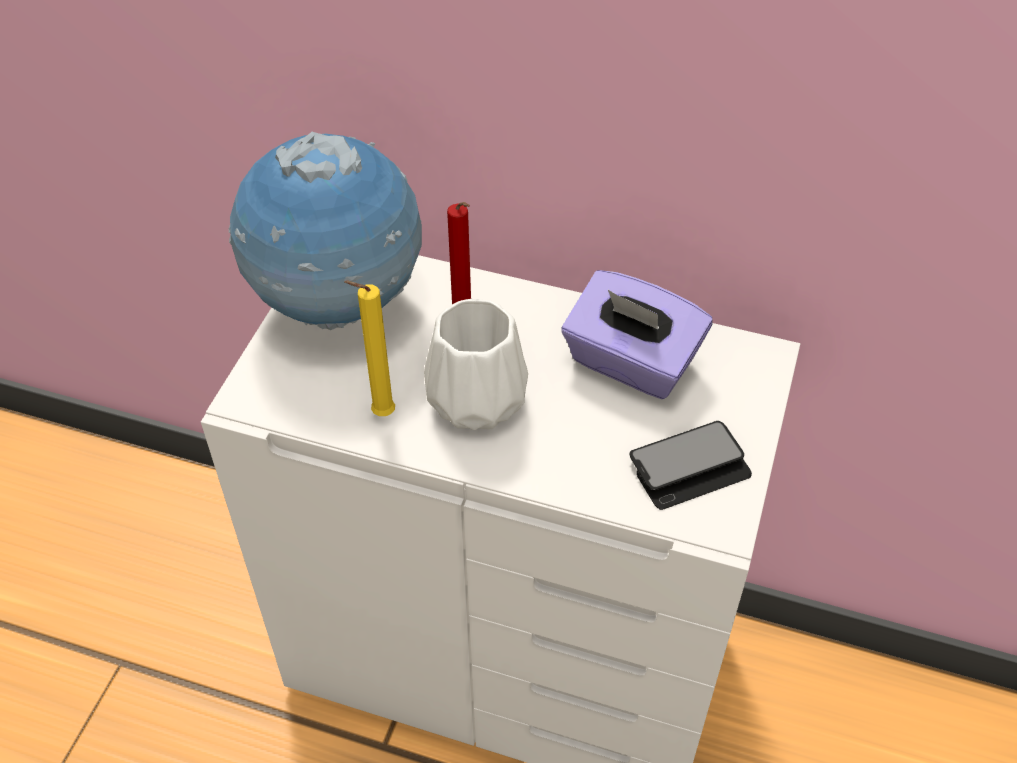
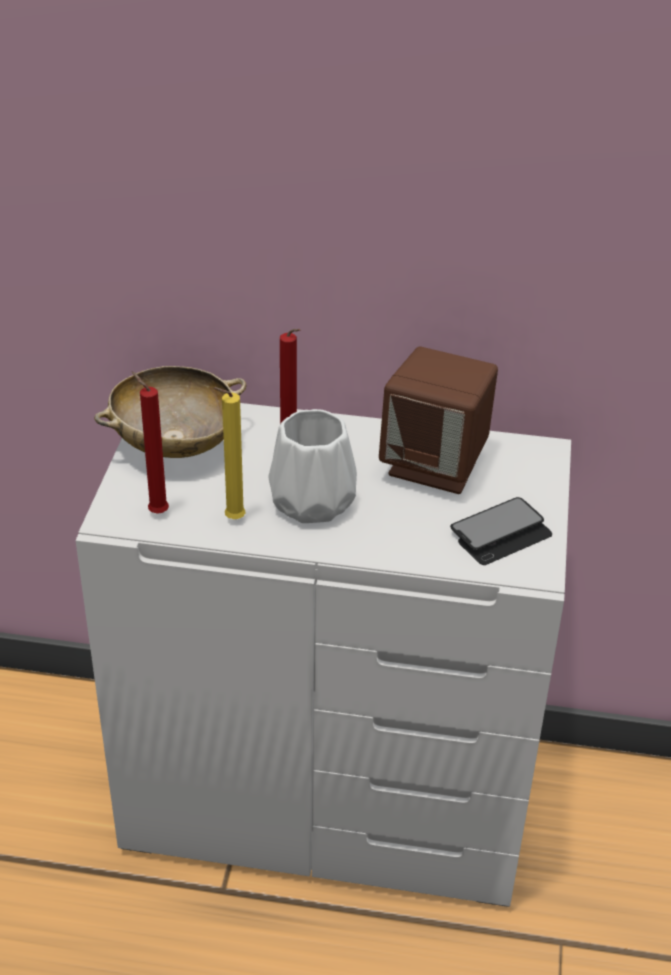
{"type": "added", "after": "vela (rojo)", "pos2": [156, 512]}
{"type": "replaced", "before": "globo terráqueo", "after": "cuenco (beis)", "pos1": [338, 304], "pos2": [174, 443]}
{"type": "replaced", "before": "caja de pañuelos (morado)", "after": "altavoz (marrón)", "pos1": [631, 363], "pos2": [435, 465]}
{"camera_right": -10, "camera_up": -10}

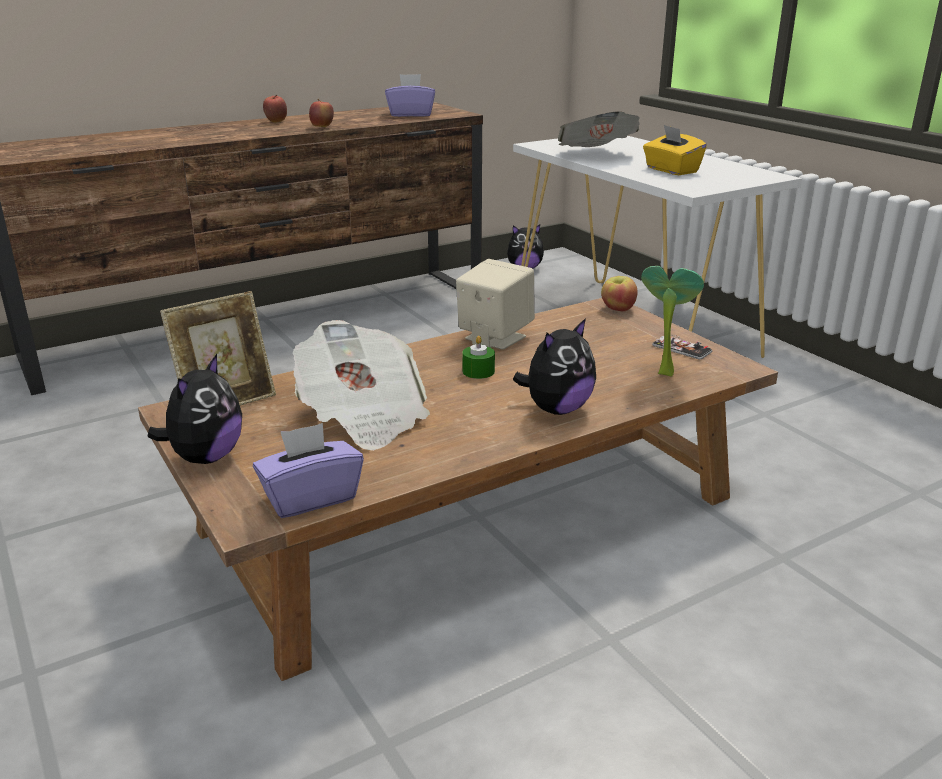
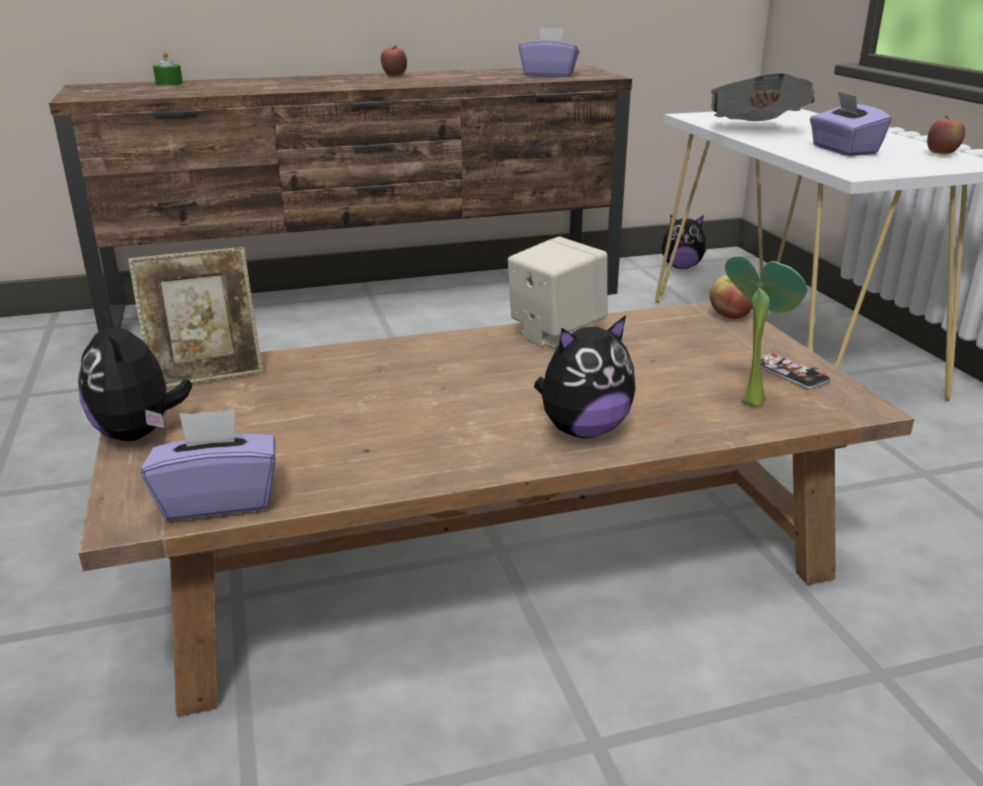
{"type": "removed", "before": "periódico", "pos1": [363, 416]}
{"type": "moved", "before": "manzana", "pos1": [322, 127], "pos2": [941, 154]}
{"type": "moved", "before": "vela (verde)", "pos1": [478, 371], "pos2": [169, 83]}
{"type": "recoloured", "before": "caja de pañuelos (amarillo)", "after": "caja de pañuelos (morado)", "pos1": [671, 170], "pos2": [843, 150]}
{"type": "turned", "before": "peluche", "pos1": [205, 457], "pos2": [139, 434], "turn": 120}
{"camera_right": 15, "camera_up": 0}

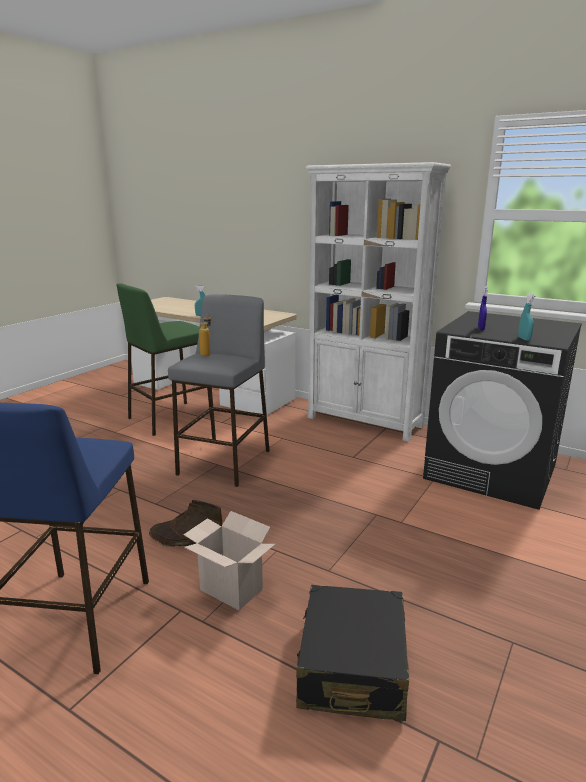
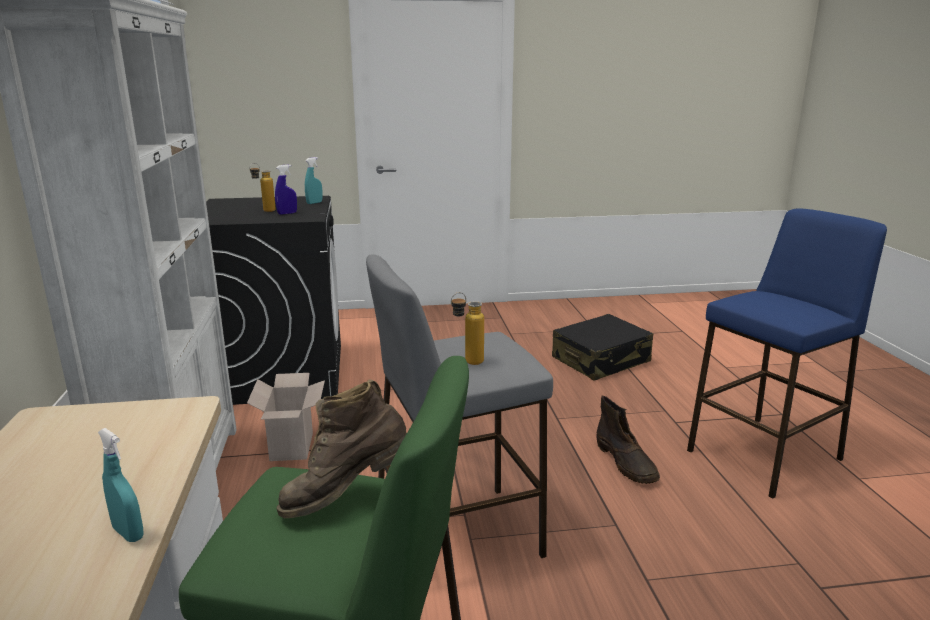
{"type": "added", "after": "botella", "pos2": [264, 211]}
{"type": "added", "after": "bota (marrón)", "pos2": [346, 498]}
{"type": "moved", "before": "caja de cartón", "pos1": [229, 590], "pos2": [293, 447]}
{"camera_right": -130, "camera_up": 0}

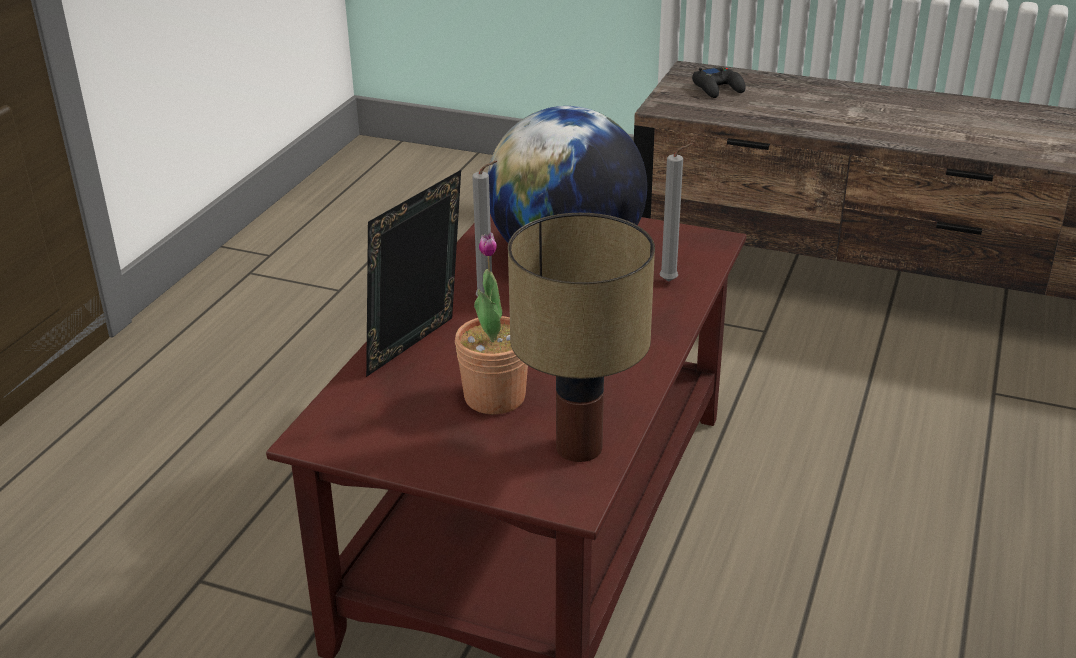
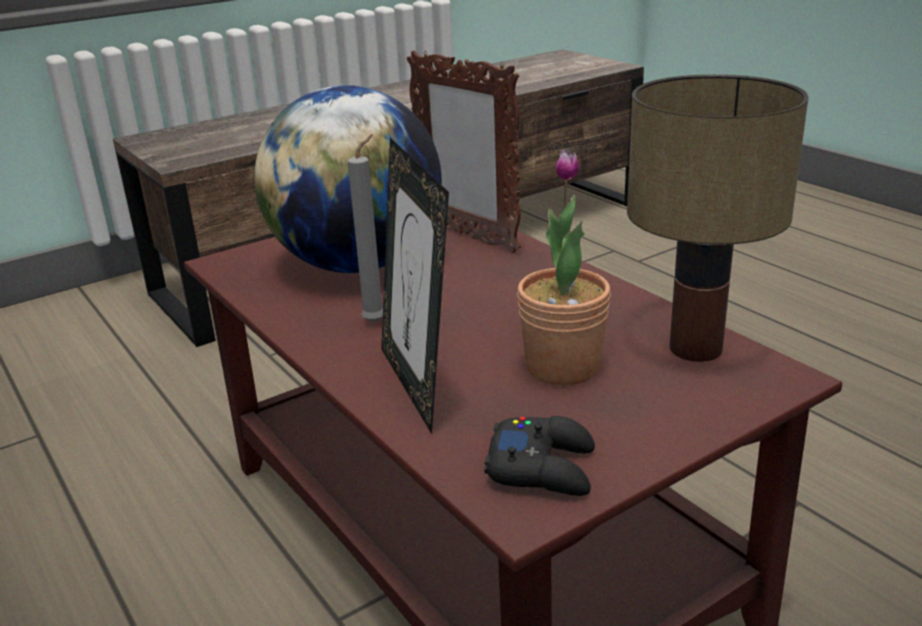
{"type": "moved", "before": "mando de consola (negro)", "pos1": [718, 88], "pos2": [542, 467]}
{"type": "replaced", "before": "vela (gris)", "after": "portarretratos", "pos1": [671, 281], "pos2": [467, 235]}
{"camera_right": -55, "camera_up": -5}

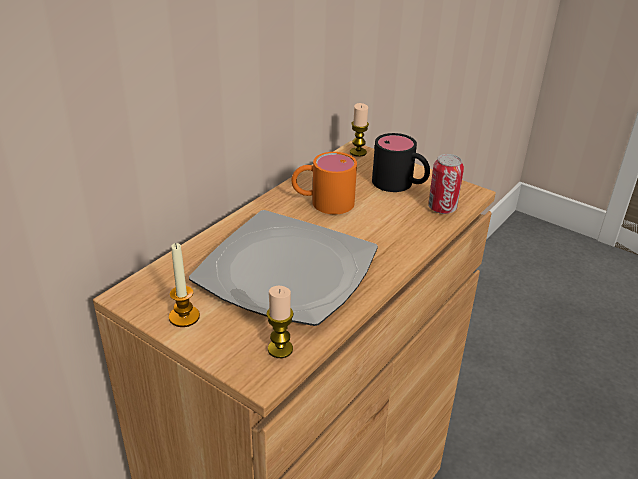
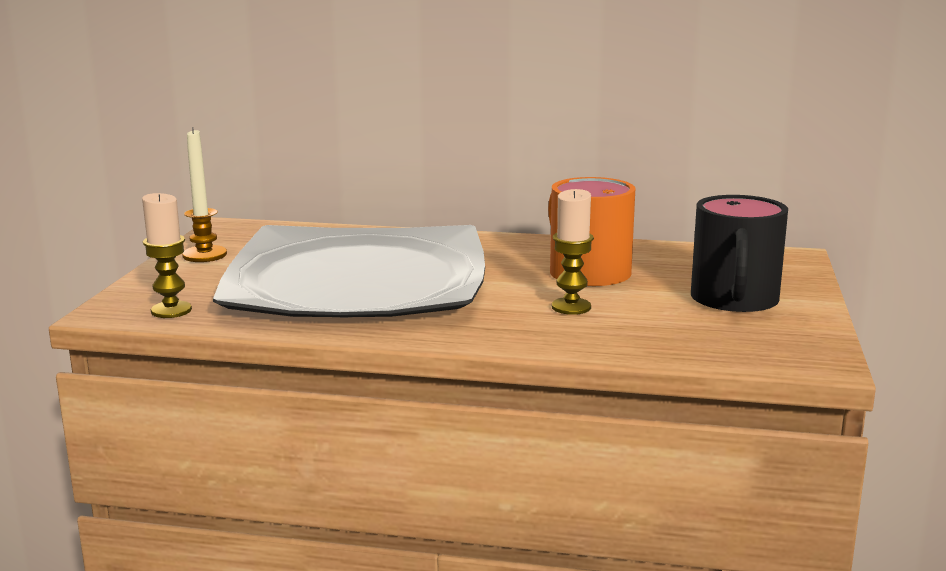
{"type": "removed", "before": "lata", "pos1": [442, 208]}
{"type": "moved", "before": "vela", "pos1": [358, 152], "pos2": [571, 307]}
{"camera_right": 65, "camera_up": -15}

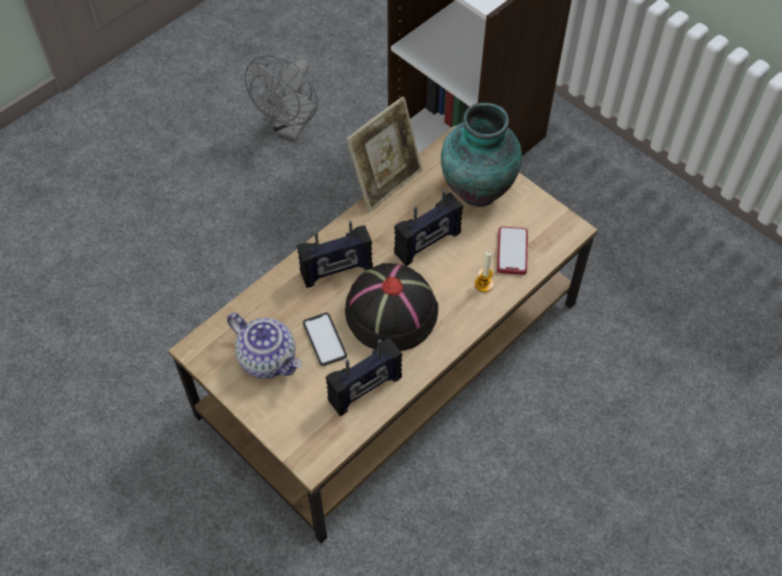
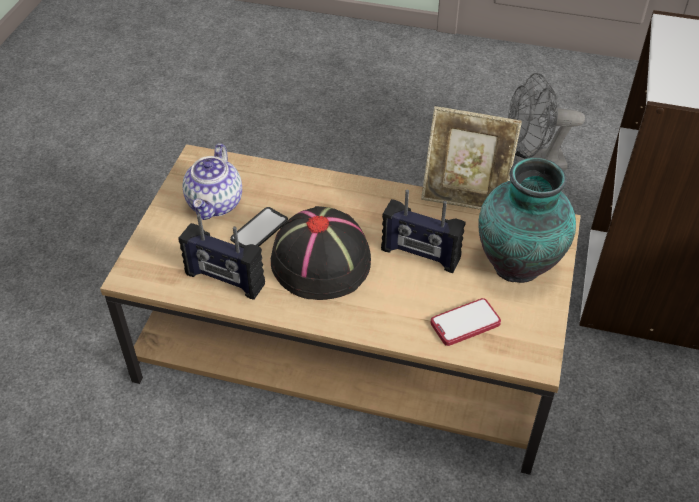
{"type": "removed", "before": "radio", "pos1": [336, 271]}
{"type": "removed", "before": "vela", "pos1": [484, 284]}
{"camera_right": 60, "camera_up": -10}

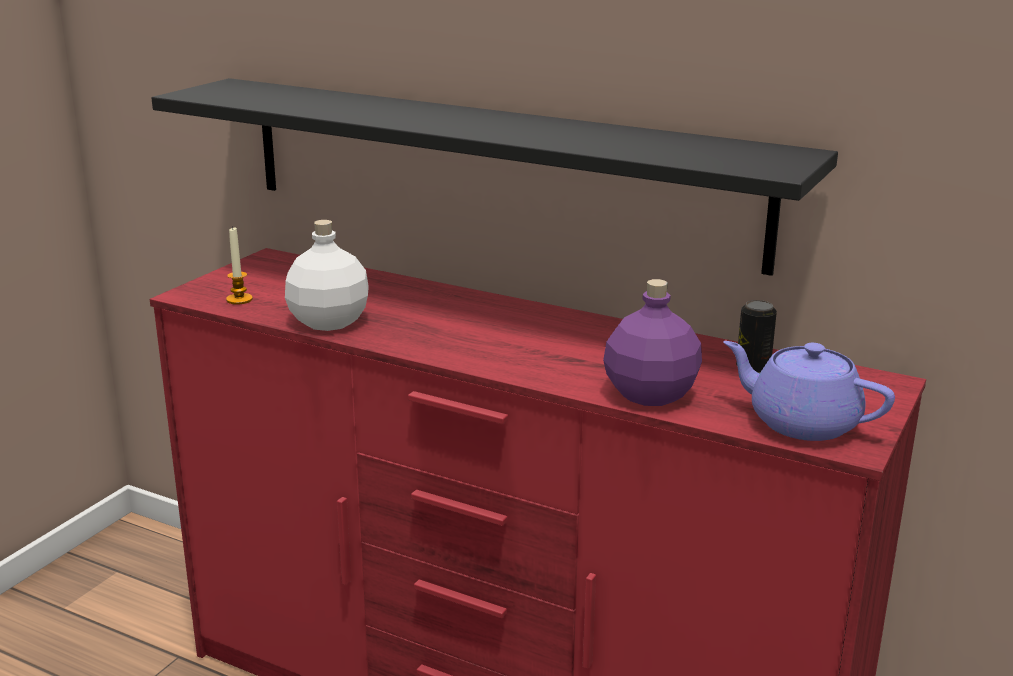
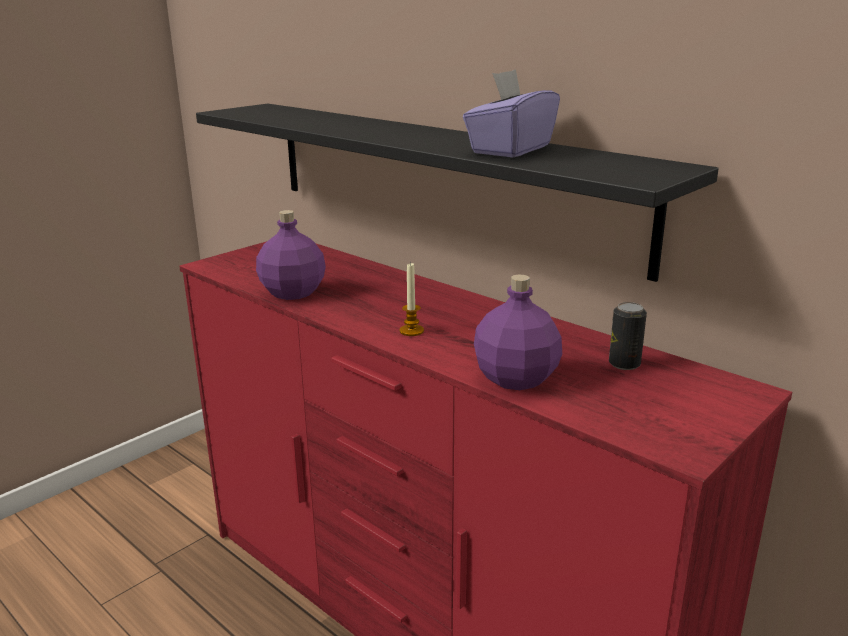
{"type": "removed", "before": "tetera (morado)", "pos1": [801, 422]}
{"type": "added", "after": "caja de pañuelos (morado)", "pos2": [510, 149]}
{"type": "moved", "before": "vela", "pos1": [239, 299], "pos2": [411, 331]}
{"type": "recoloured", "before": "botella (blanco)", "after": "botella (morado)", "pos1": [329, 321], "pos2": [293, 292]}
{"camera_right": 15, "camera_up": 0}

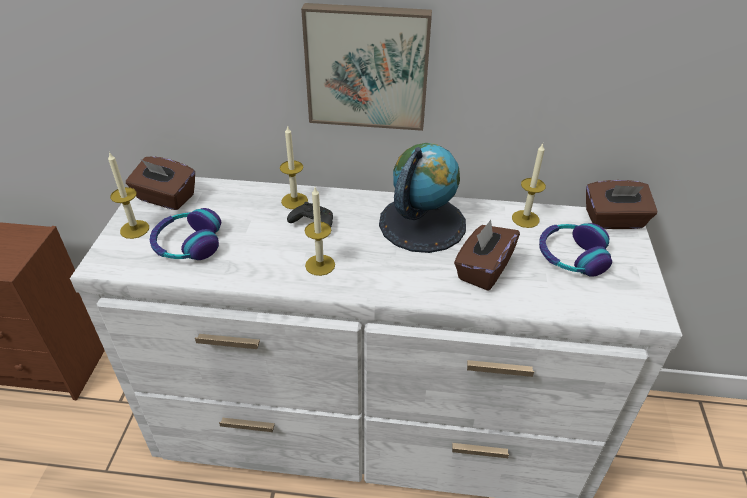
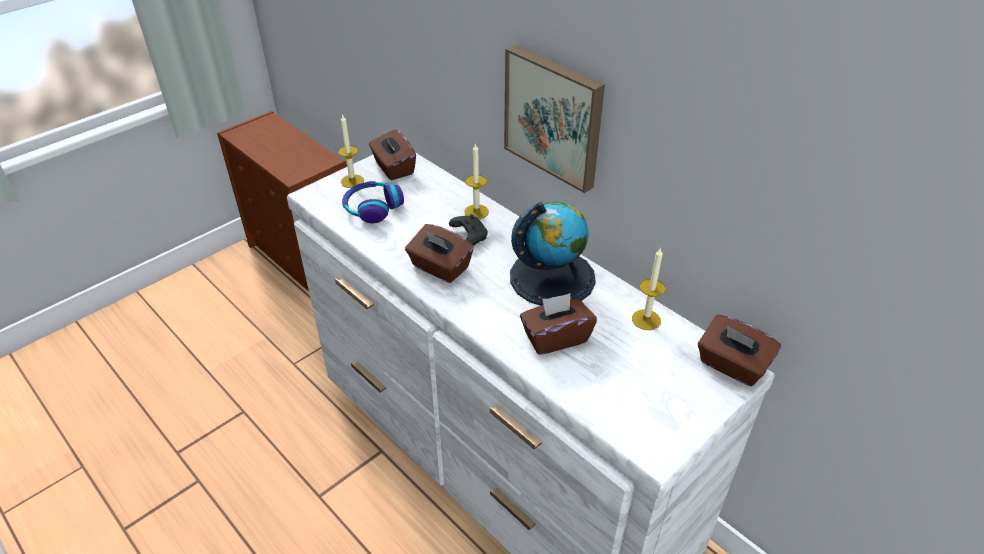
{"type": "removed", "before": "auriculares", "pos1": [571, 256]}
{"type": "replaced", "before": "vela", "after": "caja de pañuelos (marrón)", "pos1": [320, 265], "pos2": [440, 268]}
{"camera_right": 40, "camera_up": 0}

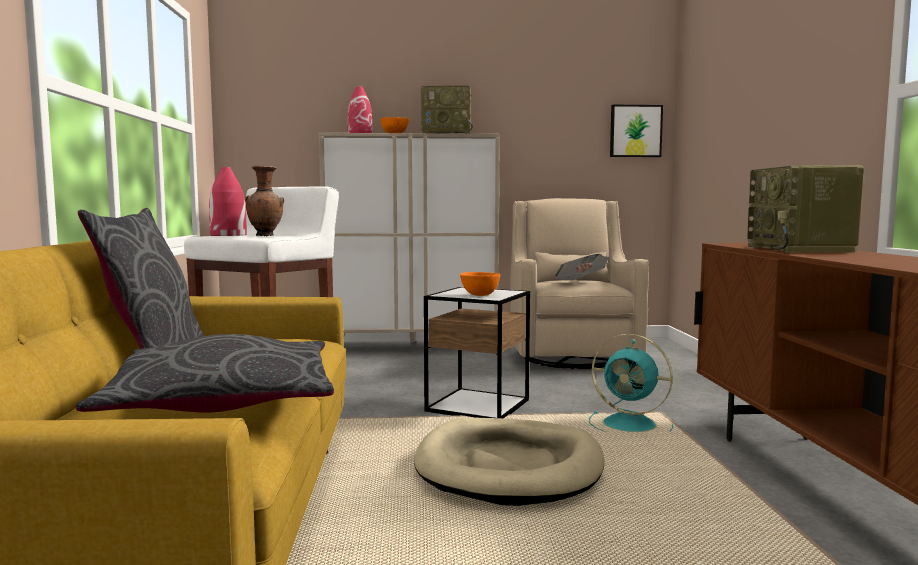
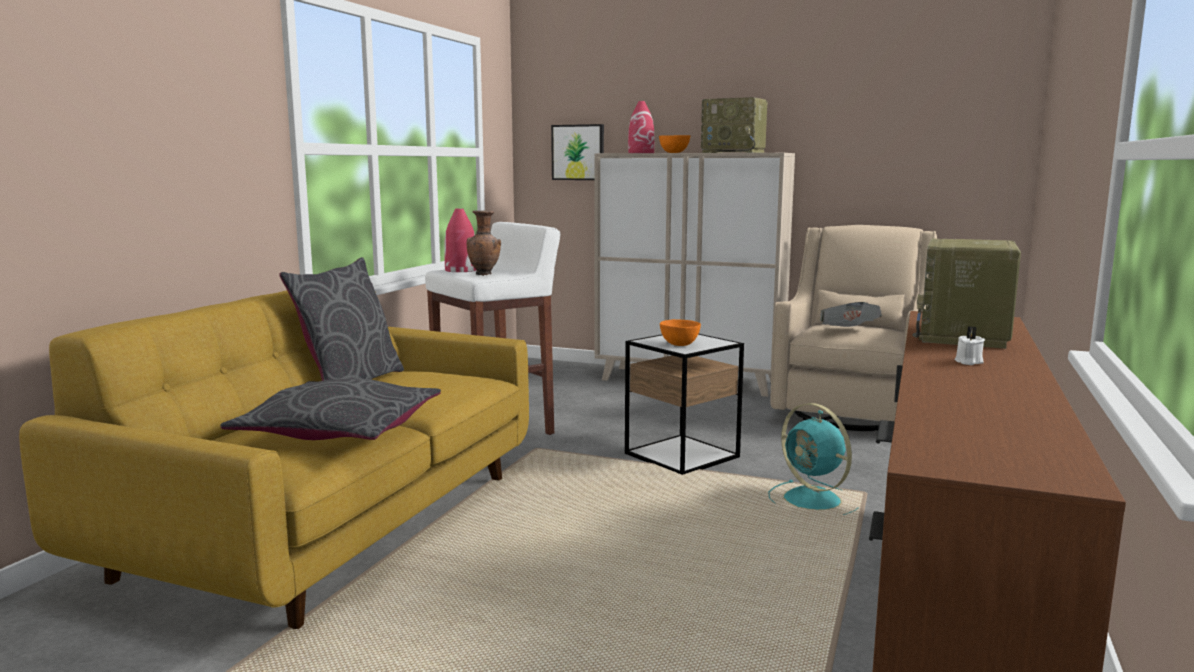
{"type": "removed", "before": "cama para perro (beis)", "pos1": [509, 467]}
{"type": "added", "after": "vela (blanco)", "pos2": [968, 362]}
{"type": "moved", "before": "cuadro", "pos1": [635, 131], "pos2": [578, 152]}
{"camera_right": 25, "camera_up": 5}

